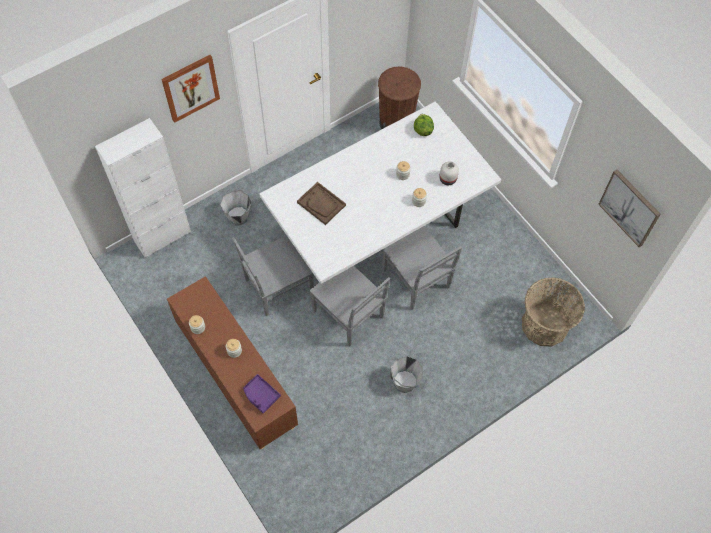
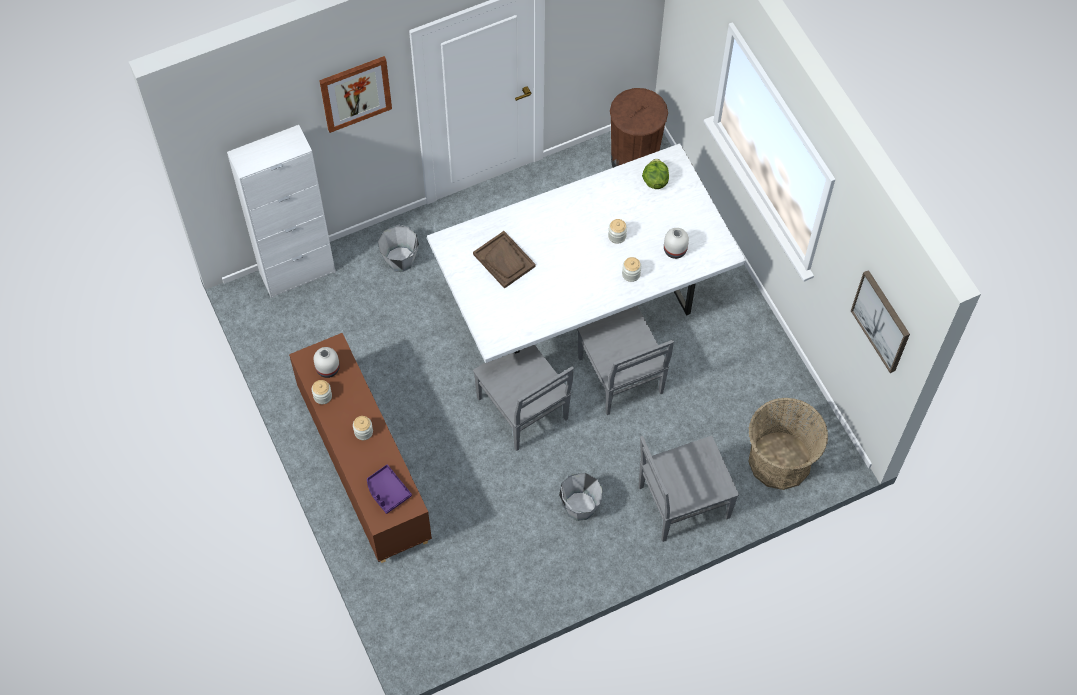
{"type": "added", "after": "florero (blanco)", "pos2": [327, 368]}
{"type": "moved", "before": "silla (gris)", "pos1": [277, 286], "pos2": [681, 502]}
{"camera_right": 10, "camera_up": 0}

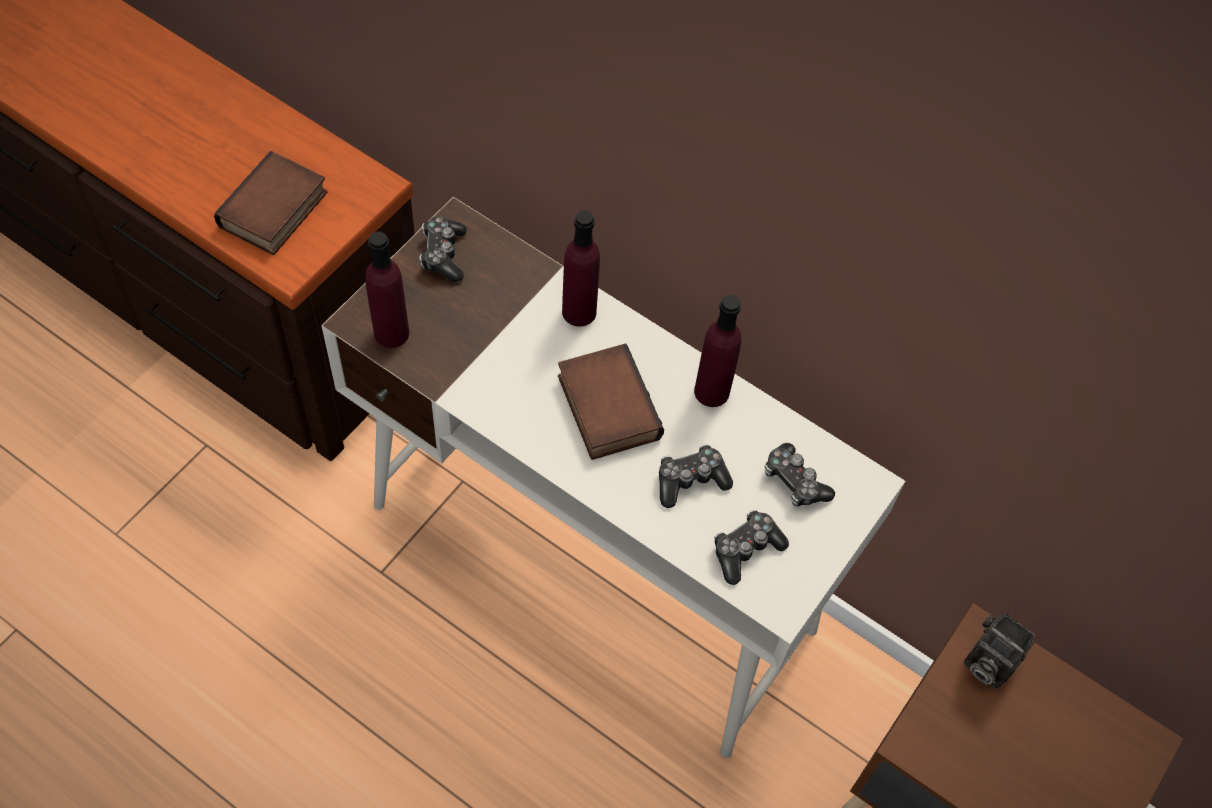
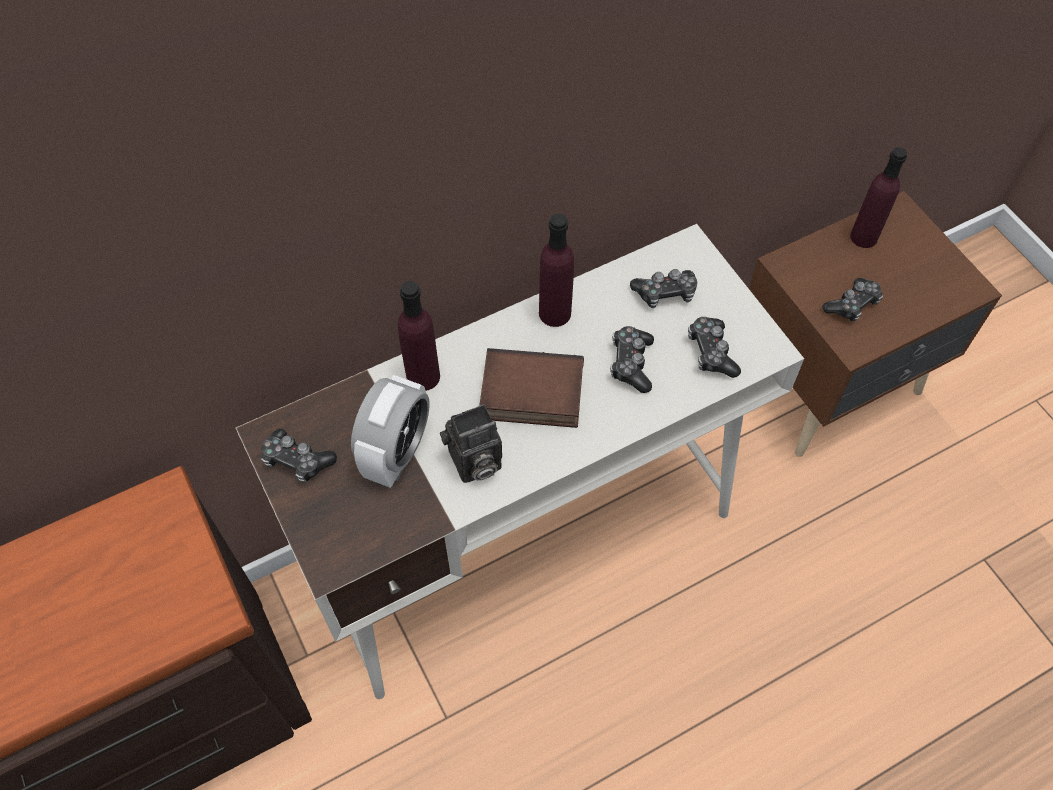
{"type": "removed", "before": "libro", "pos1": [275, 212]}
{"type": "added", "after": "despertador", "pos2": [397, 453]}
{"type": "added", "after": "mando de consola", "pos2": [852, 305]}
{"type": "moved", "before": "botella (morado)", "pos1": [391, 333], "pos2": [863, 237]}
{"type": "moved", "before": "cámara", "pos1": [986, 663], "pos2": [473, 464]}
{"camera_right": -60, "camera_up": 0}

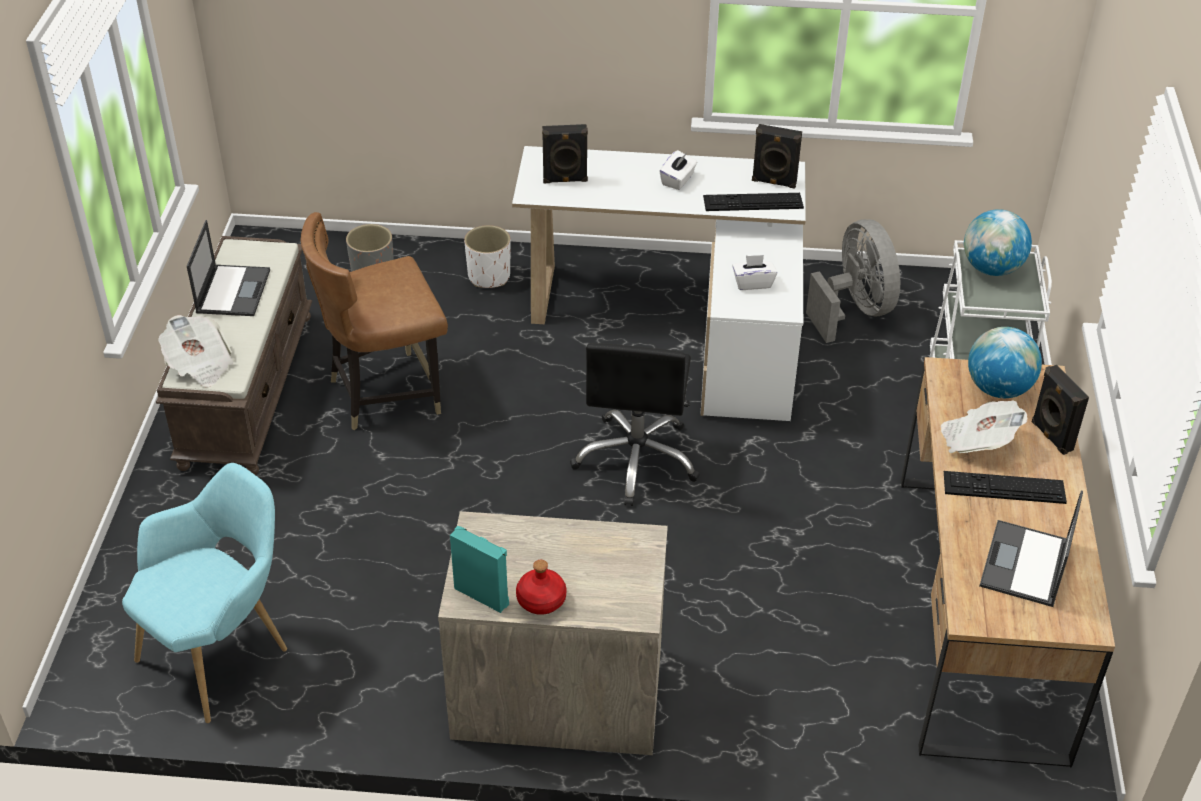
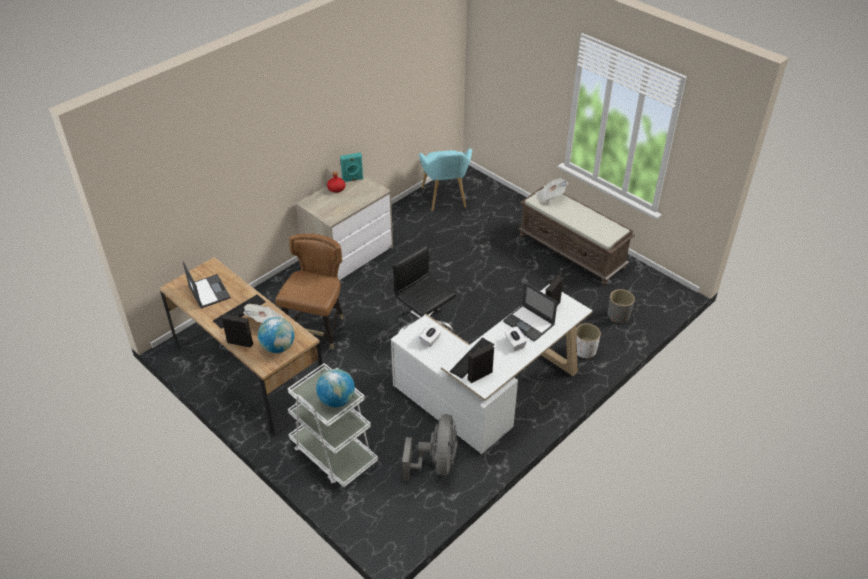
{"type": "moved", "before": "portátil", "pos1": [233, 290], "pos2": [529, 323]}
{"type": "moved", "before": "silla (marrón)", "pos1": [385, 393], "pos2": [317, 329]}
{"type": "turned", "before": "ventilador (gris)", "pos1": [854, 310], "pos2": [436, 463], "turn": -105}
{"camera_right": 130, "camera_up": 0}

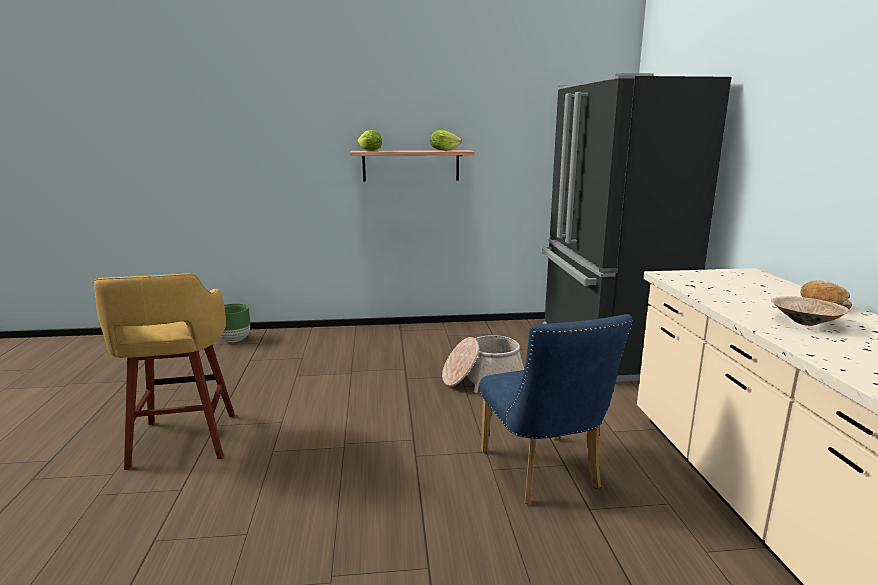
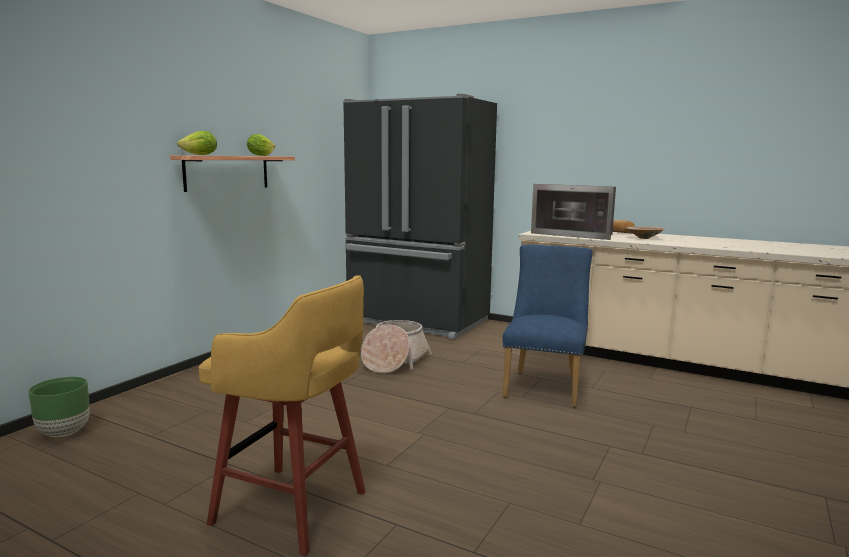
{"type": "added", "after": "microondas", "pos2": [576, 234]}
{"type": "turned", "before": "silla (azul)", "pos1": [543, 474], "pos2": [544, 386], "turn": -90}
{"camera_right": -55, "camera_up": -5}

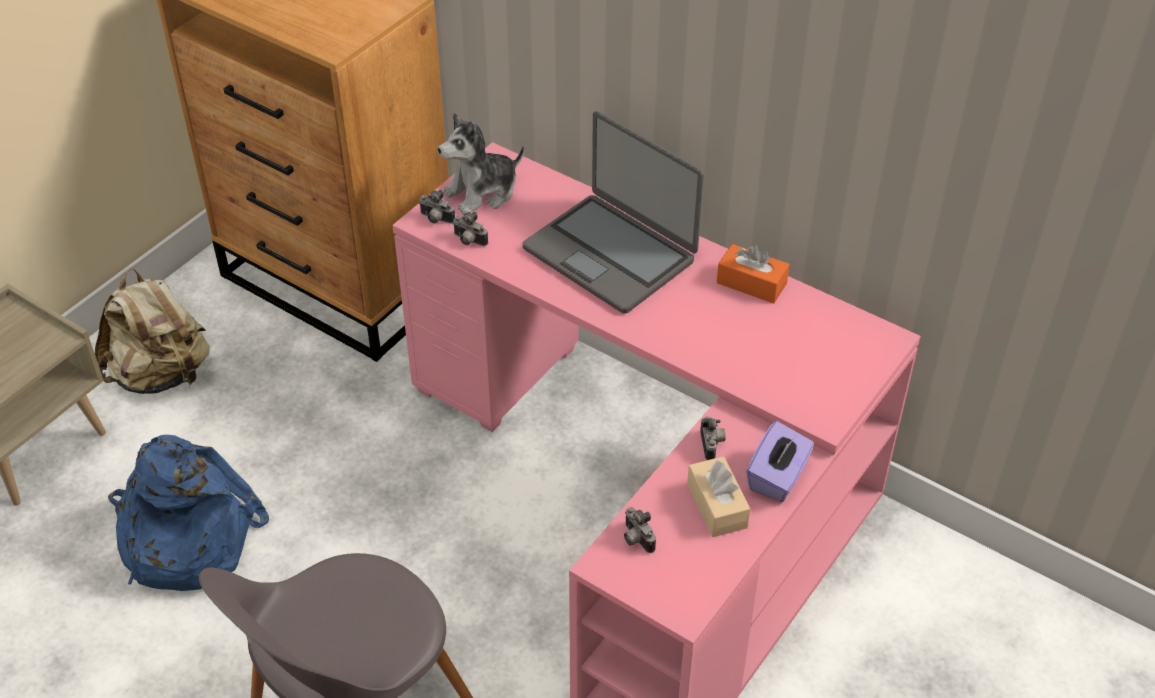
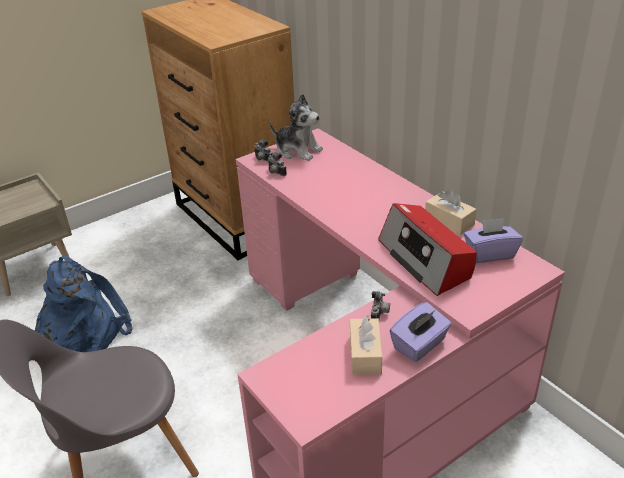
{"type": "removed", "before": "mochila (beis)", "pos1": [161, 375]}
{"type": "removed", "before": "portátil", "pos1": [610, 254]}
{"type": "removed", "before": "cámara", "pos1": [636, 539]}
{"type": "added", "after": "radio", "pos2": [425, 260]}
{"type": "added", "after": "caja de pañuelos (morado)", "pos2": [490, 253]}
{"type": "recoloured", "before": "caja de pañuelos (naranja)", "after": "caja de pañuelos (beis)", "pos1": [751, 283], "pos2": [449, 221]}
{"type": "turned", "before": "peluche", "pos1": [482, 192], "pos2": [298, 150], "turn": -135}
{"camera_right": 20, "camera_up": -10}

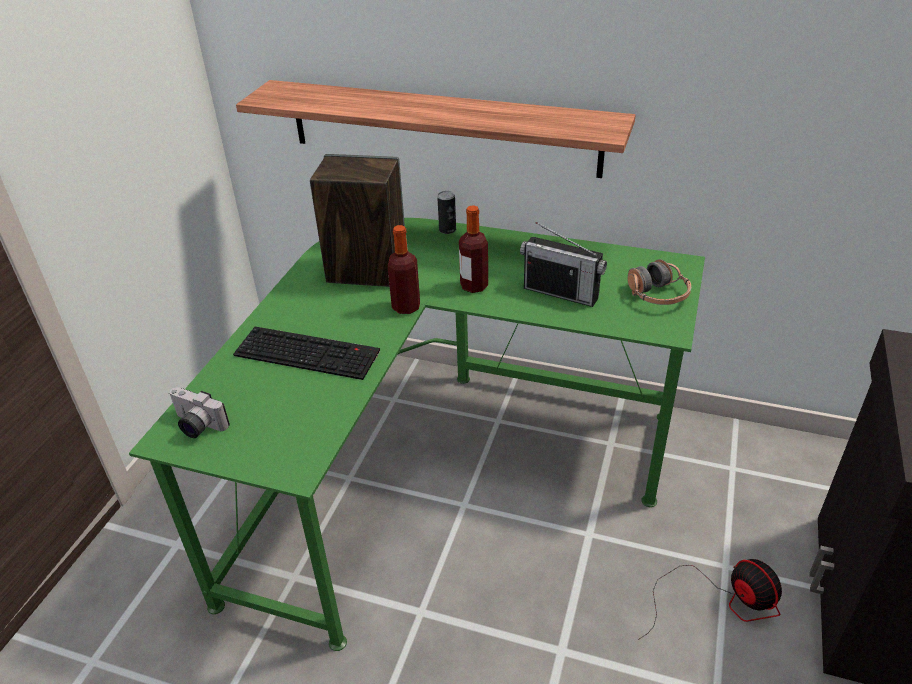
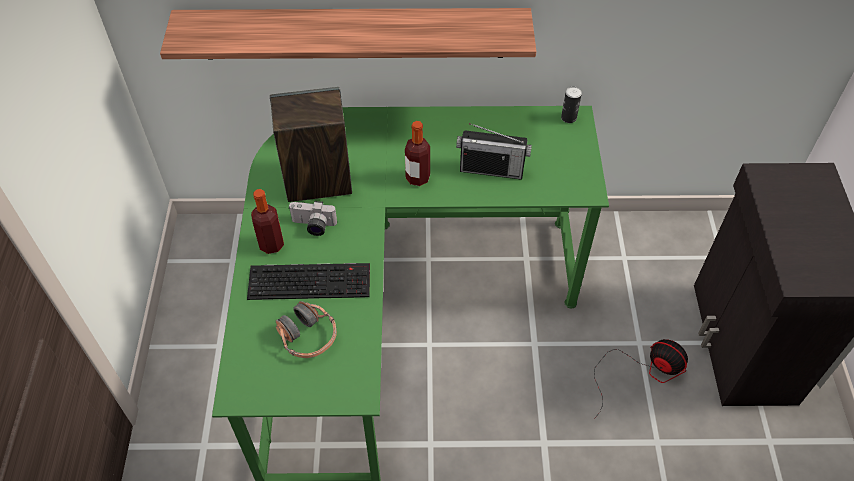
{"type": "moved", "before": "cámara", "pos1": [196, 426], "pos2": [313, 226]}
{"type": "moved", "before": "botella", "pos1": [406, 307], "pos2": [271, 244]}
{"type": "moved", "before": "lata", "pos1": [447, 230], "pos2": [568, 118]}
{"type": "moved", "before": "auriculares", "pos1": [657, 295], "pos2": [308, 337]}
{"camera_right": -20, "camera_up": 15}

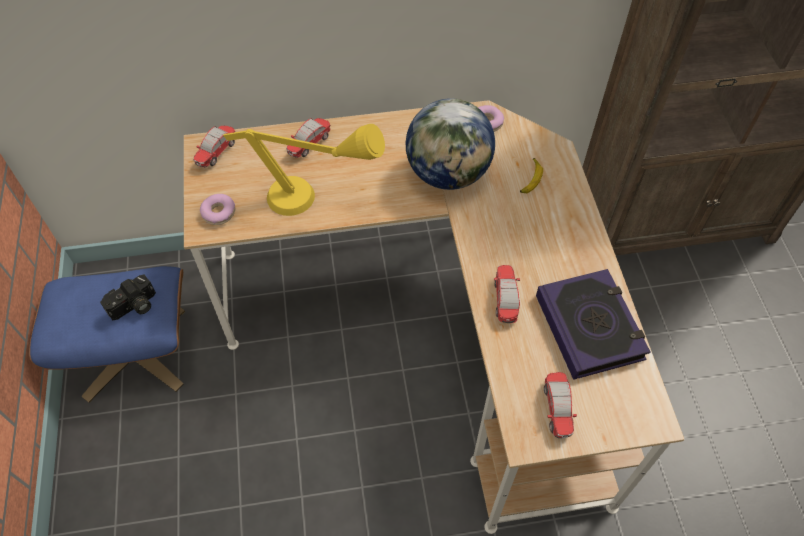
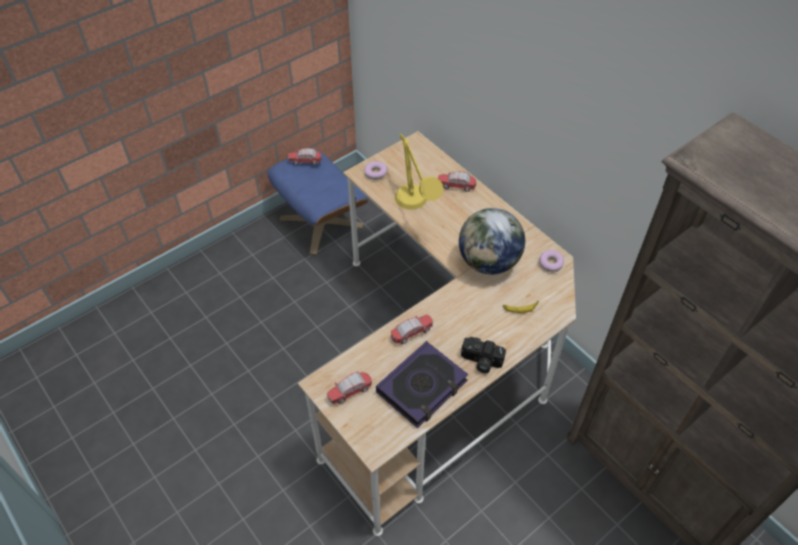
{"type": "moved", "before": "cámara", "pos1": [134, 306], "pos2": [480, 361]}
{"type": "moved", "before": "coche de juguete", "pos1": [217, 152], "pos2": [305, 161]}
{"camera_right": 60, "camera_up": -5}

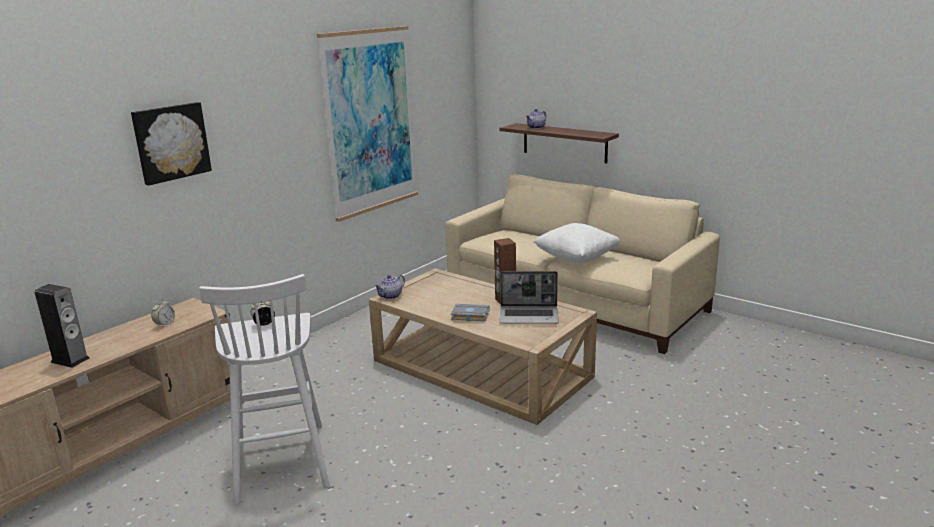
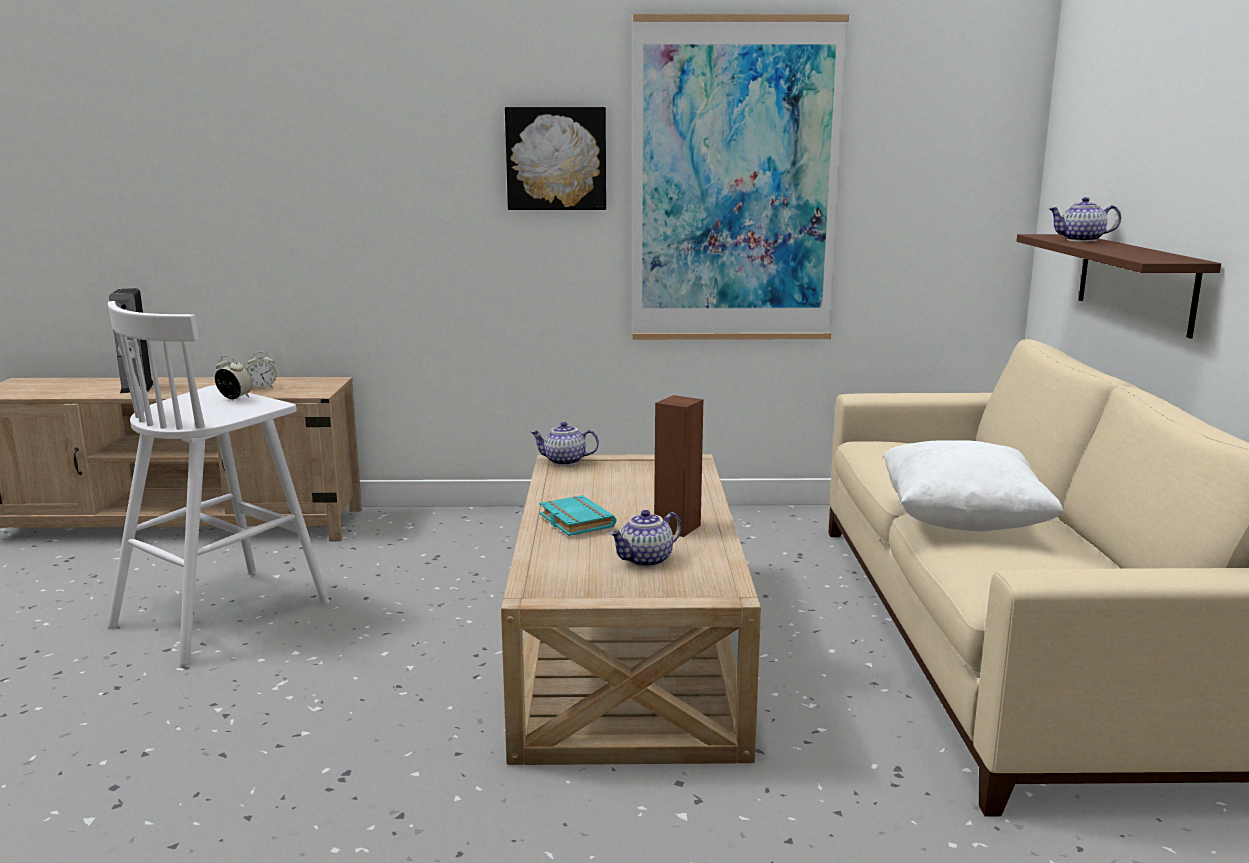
{"type": "moved", "before": "cuadro", "pos1": [171, 142], "pos2": [556, 159]}
{"type": "replaced", "before": "portátil", "after": "tetera", "pos1": [529, 316], "pos2": [646, 561]}
{"type": "recoloured", "before": "libro (gris)", "after": "libro (turquesa)", "pos1": [469, 316], "pos2": [573, 521]}
{"camera_right": 50, "camera_up": -5}

